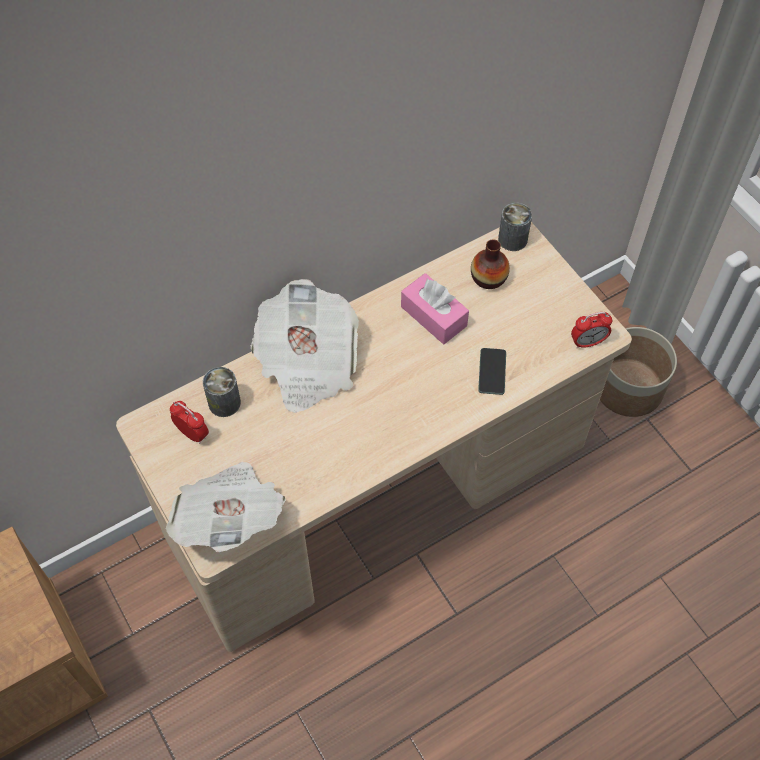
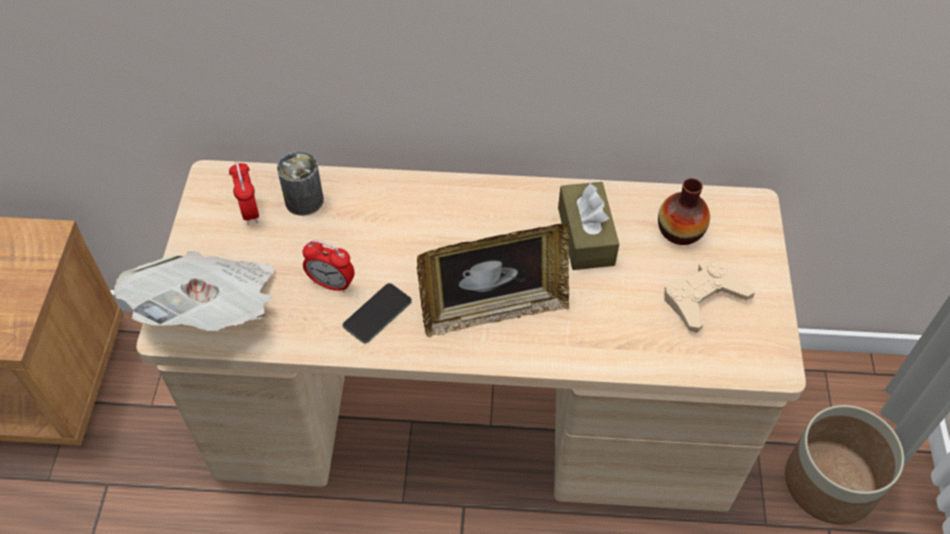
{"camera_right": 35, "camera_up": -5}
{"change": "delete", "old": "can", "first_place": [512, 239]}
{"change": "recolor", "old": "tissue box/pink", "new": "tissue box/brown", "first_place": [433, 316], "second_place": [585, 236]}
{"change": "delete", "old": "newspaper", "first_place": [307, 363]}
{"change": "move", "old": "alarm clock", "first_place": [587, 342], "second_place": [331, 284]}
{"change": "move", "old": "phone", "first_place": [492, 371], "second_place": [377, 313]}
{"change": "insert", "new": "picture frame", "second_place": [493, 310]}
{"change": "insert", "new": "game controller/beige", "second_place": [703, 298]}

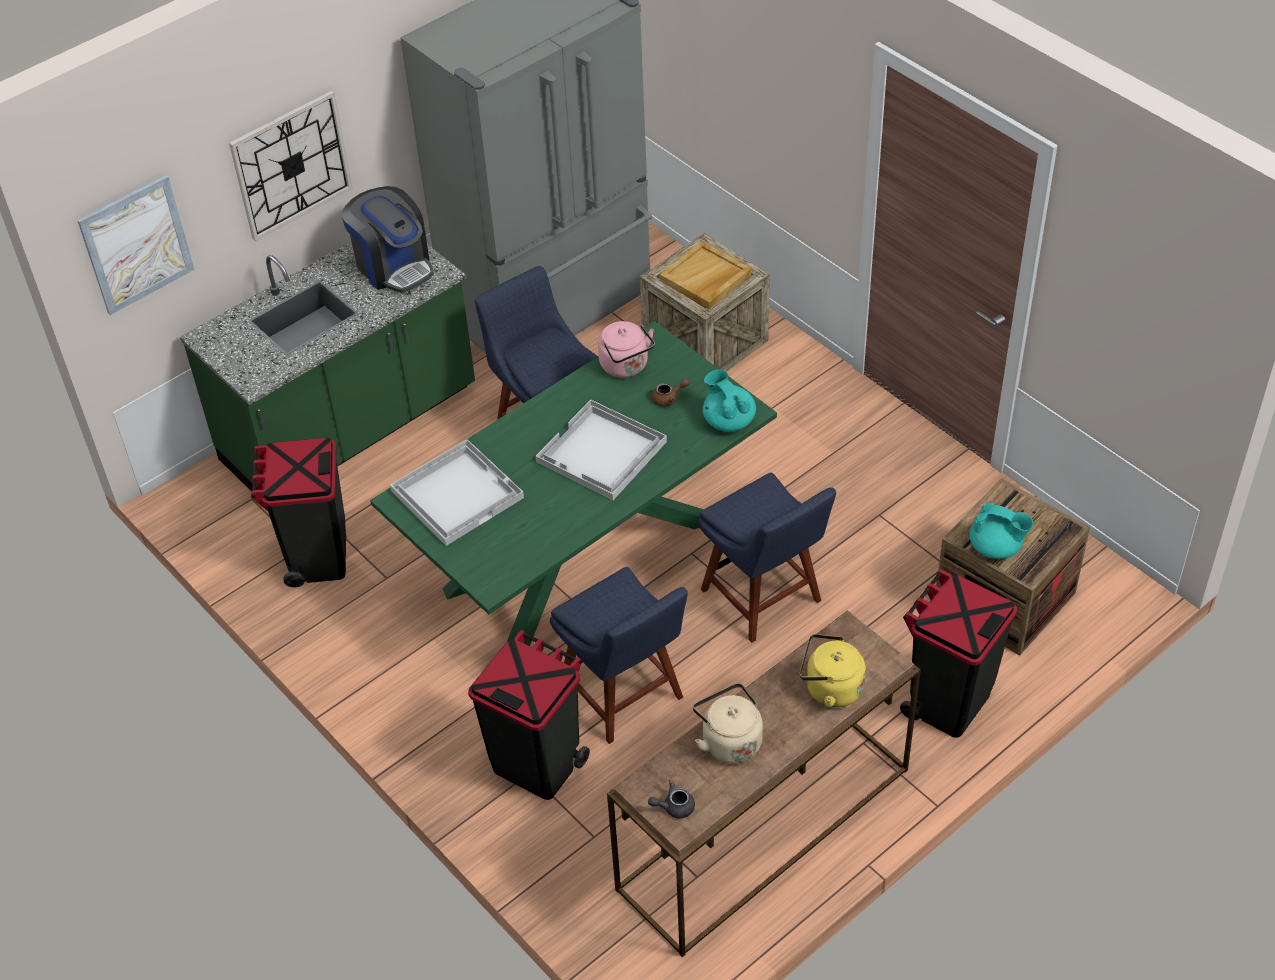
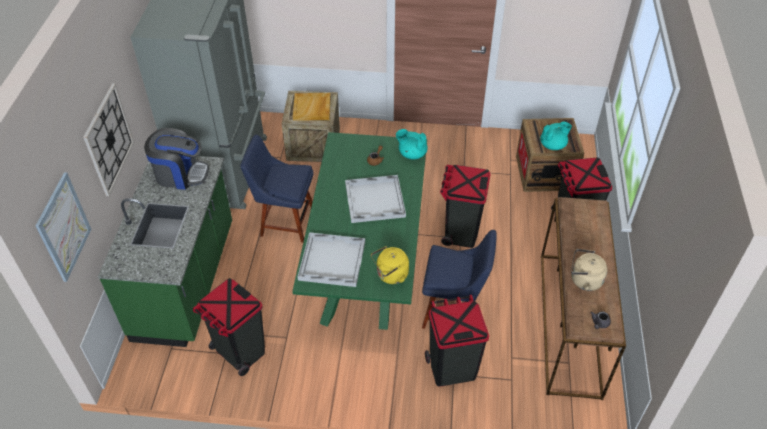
{"camera_right": -45, "camera_up": 0}
{"change": "delete", "old": "kettle/pink", "first_place": [626, 366]}
{"change": "replace", "old": "chair/blue", "new": "trash can/black", "first_place": [764, 599], "second_place": [460, 232]}
{"change": "move", "old": "kettle/yellow", "first_place": [830, 688], "second_place": [390, 275]}

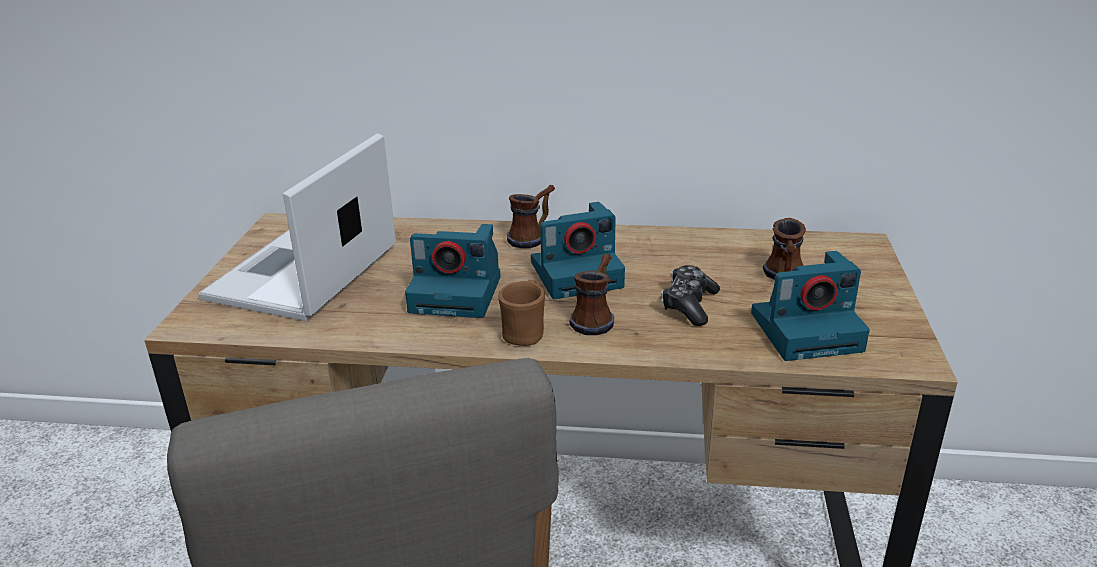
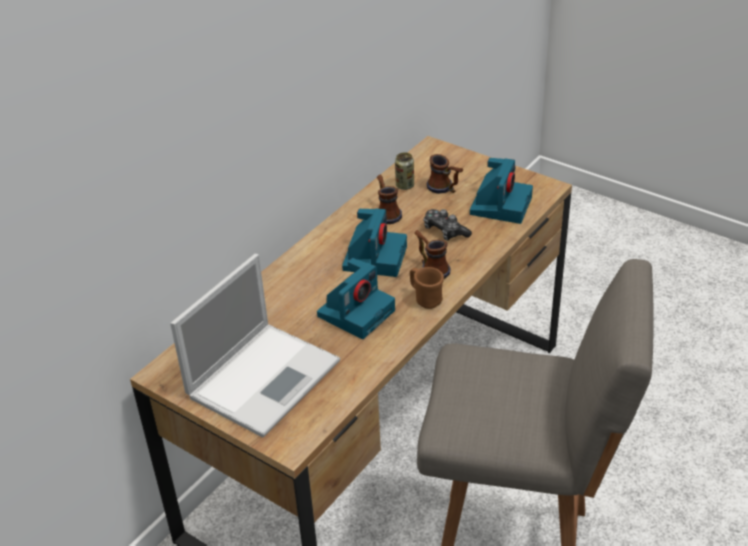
{"camera_right": -60, "camera_up": 10}
{"change": "rotate", "old": "laptop", "first_place": [302, 275], "second_place": [265, 377], "degrees": -105}
{"change": "move", "old": "mug", "first_place": [533, 237], "second_place": [386, 212]}
{"change": "insert", "new": "can", "second_place": [404, 185]}

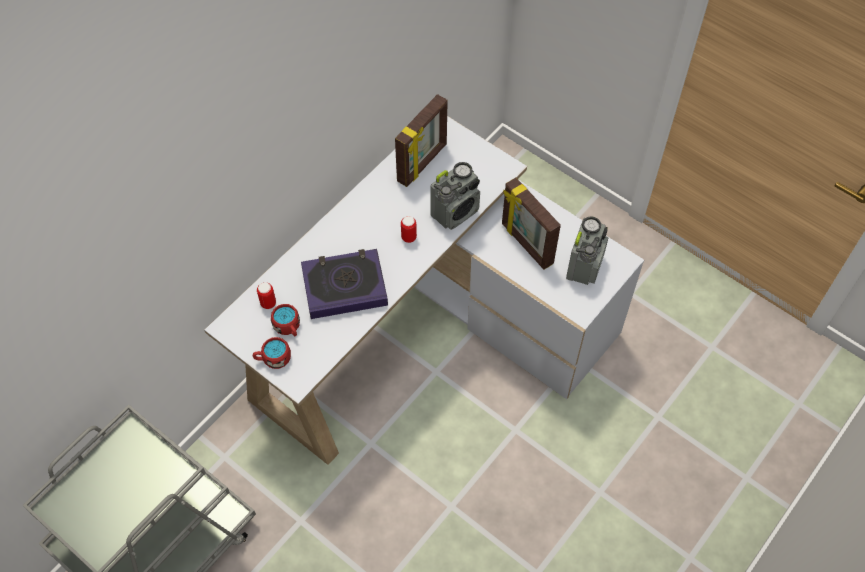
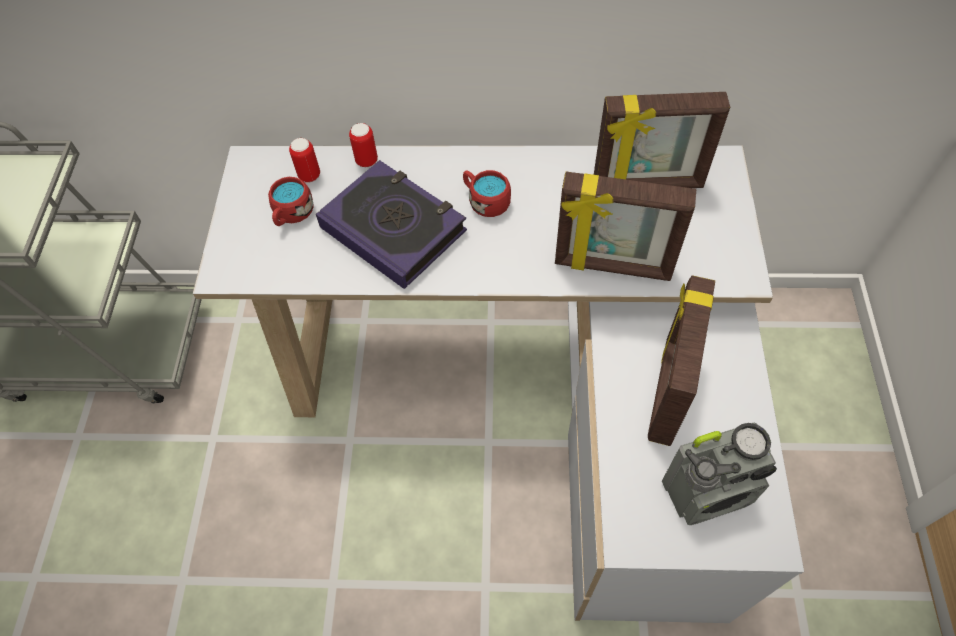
{"camera_right": 55, "camera_up": 0}
{"change": "replace", "old": "radio", "new": "picture frame", "first_place": [455, 212], "second_place": [612, 267]}
{"change": "move", "old": "can", "first_place": [409, 237], "second_place": [366, 161]}
{"change": "move", "old": "mug/red", "first_place": [273, 358], "second_place": [485, 201]}

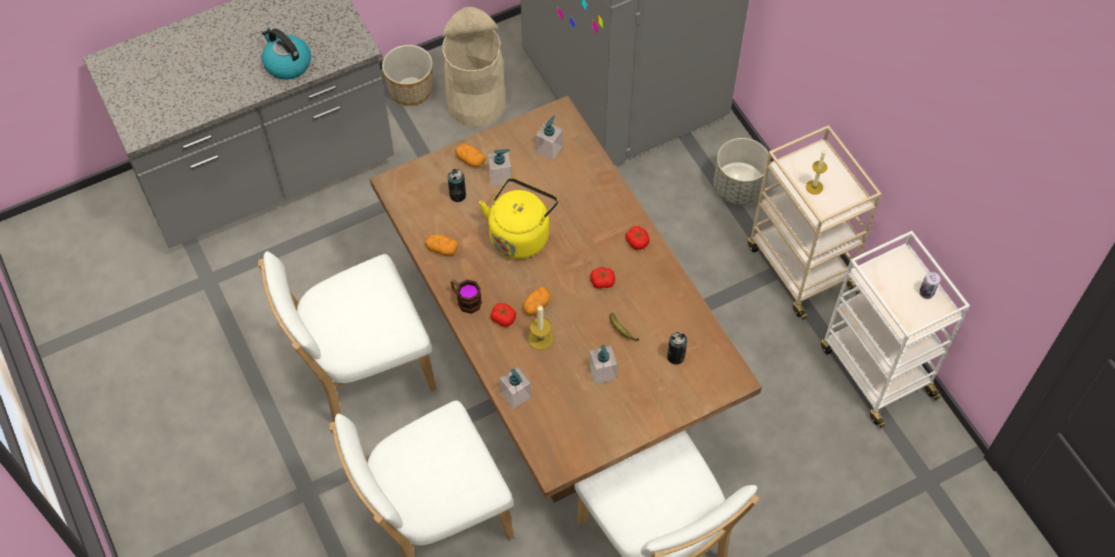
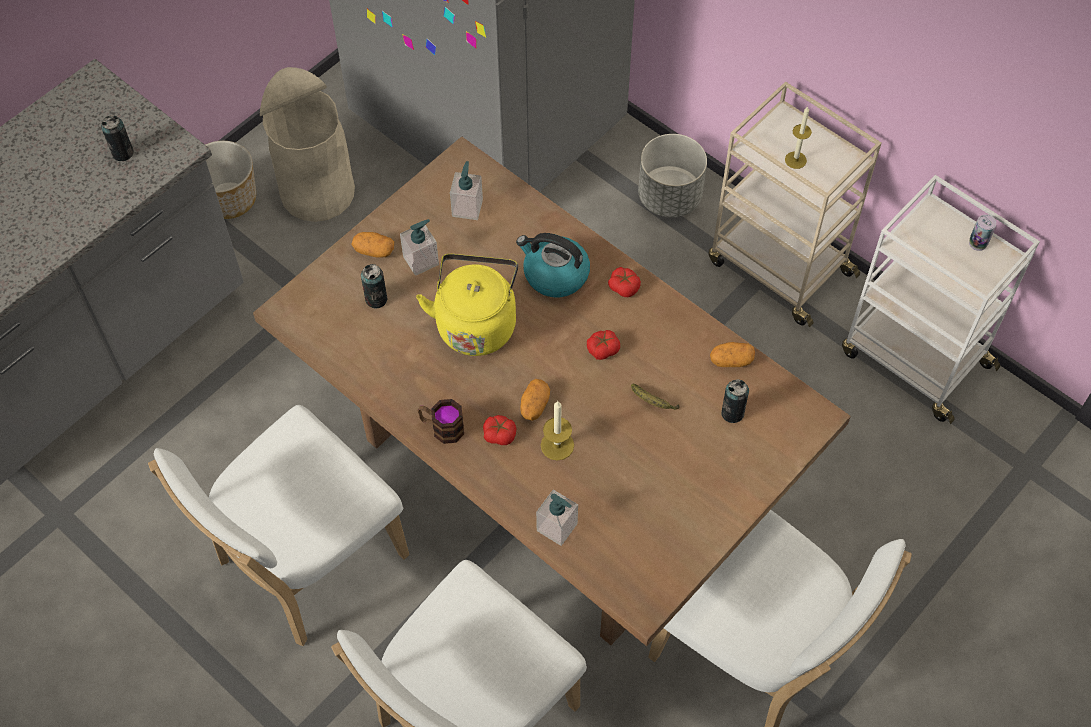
{"camera_right": -20, "camera_up": 0}
{"change": "move", "old": "kettle", "first_place": [287, 64], "second_place": [554, 275]}
{"change": "move", "old": "potato", "first_place": [442, 249], "second_place": [731, 360]}
{"change": "delete", "old": "soap dispenser", "first_place": [602, 372]}
{"change": "insert", "new": "can", "second_place": [123, 153]}

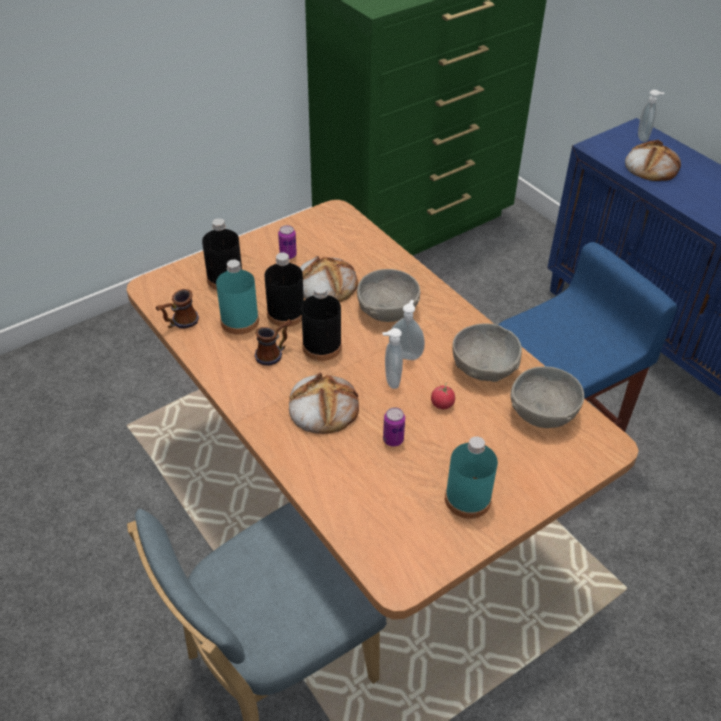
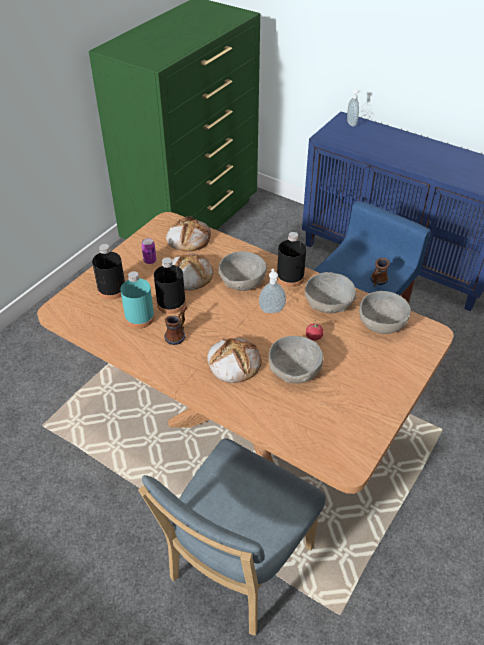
{"camera_right": -20, "camera_up": 0}
{"change": "move", "old": "bread", "first_place": [651, 166], "second_place": [188, 237]}
{"change": "move", "old": "bottle/black", "first_place": [322, 346], "second_place": [290, 277]}
{"change": "move", "old": "mug", "first_place": [179, 323], "second_place": [377, 282]}
{"change": "delete", "old": "soap dispenser", "first_place": [390, 380]}
{"change": "replace", "old": "can", "new": "bowl/grey", "first_place": [393, 440], "second_place": [294, 371]}
{"change": "delete", "old": "bottle/turquoise", "first_place": [467, 499]}

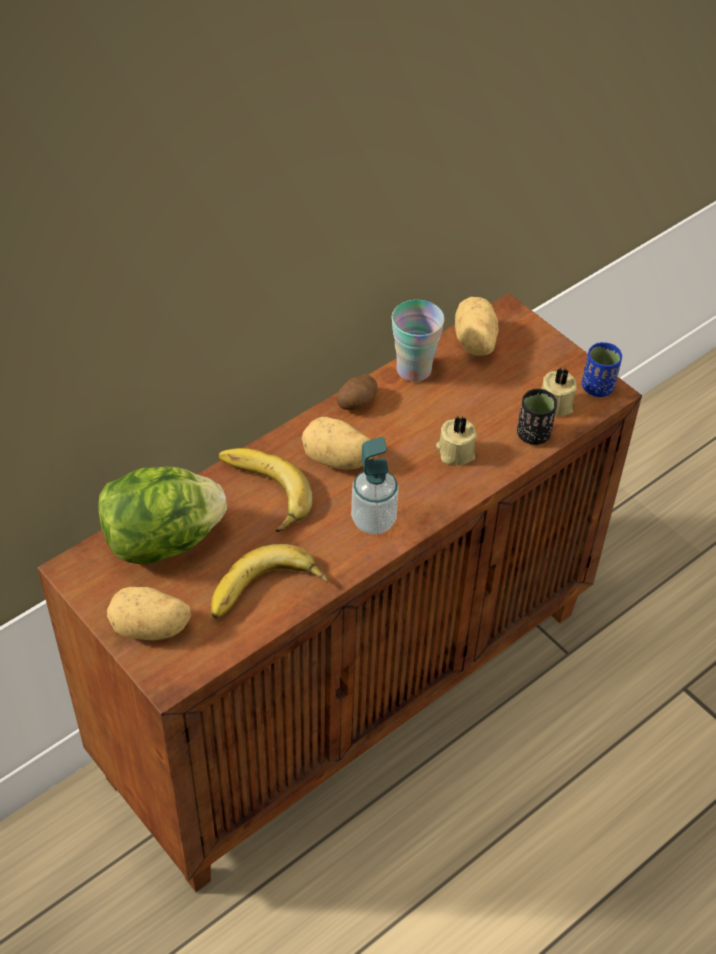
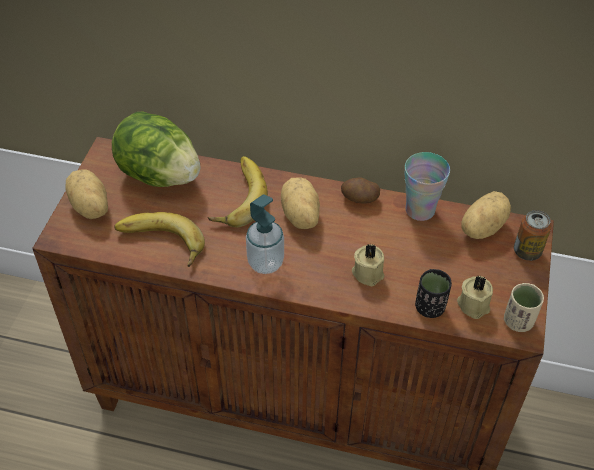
{"camera_right": 55, "camera_up": 0}
{"change": "recolor", "old": "cup/blue", "new": "cup/beige", "first_place": [597, 387], "second_place": [518, 321]}
{"change": "insert", "new": "can", "second_place": [527, 251]}

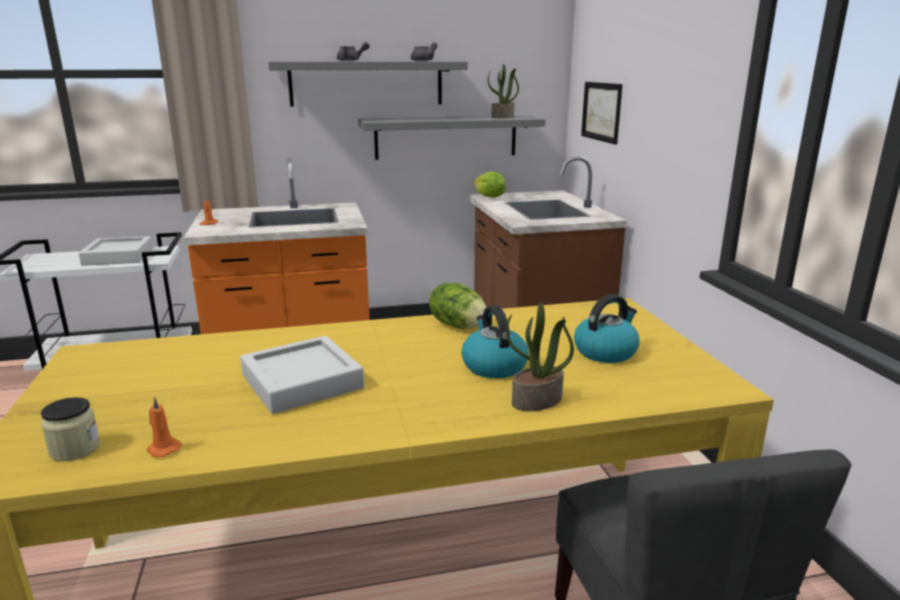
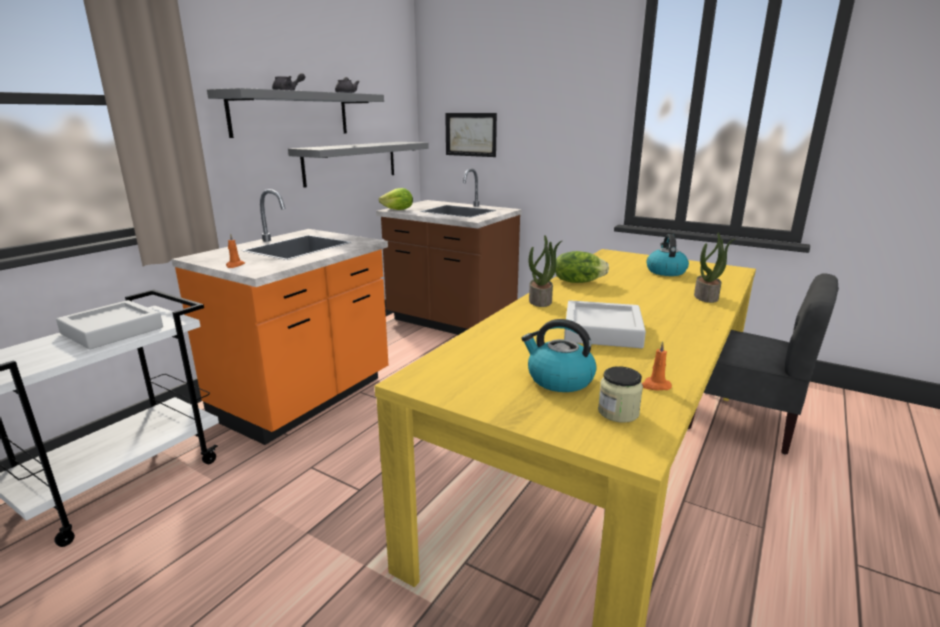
{"camera_right": -45, "camera_up": 0}
{"change": "move", "old": "potted plant", "first_place": [502, 117], "second_place": [541, 301]}
{"change": "move", "old": "kettle", "first_place": [493, 366], "second_place": [559, 379]}

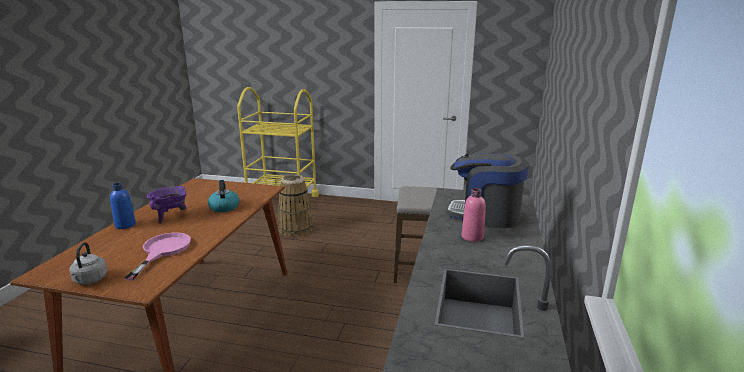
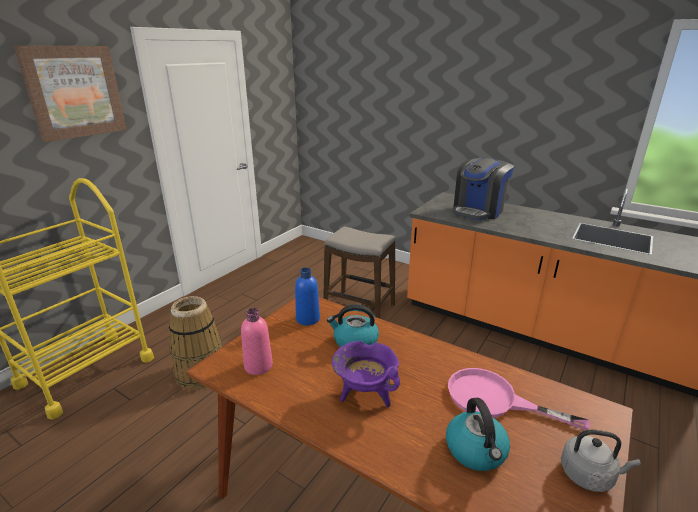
{"camera_right": -70, "camera_up": 5}
{"change": "move", "old": "bottle/blue", "first_place": [125, 225], "second_place": [308, 319]}
{"change": "move", "old": "bottle/pink", "first_place": [472, 237], "second_place": [258, 366]}
{"change": "insert", "new": "picture", "second_place": [74, 92]}
{"change": "insert", "new": "kettle", "second_place": [476, 451]}

